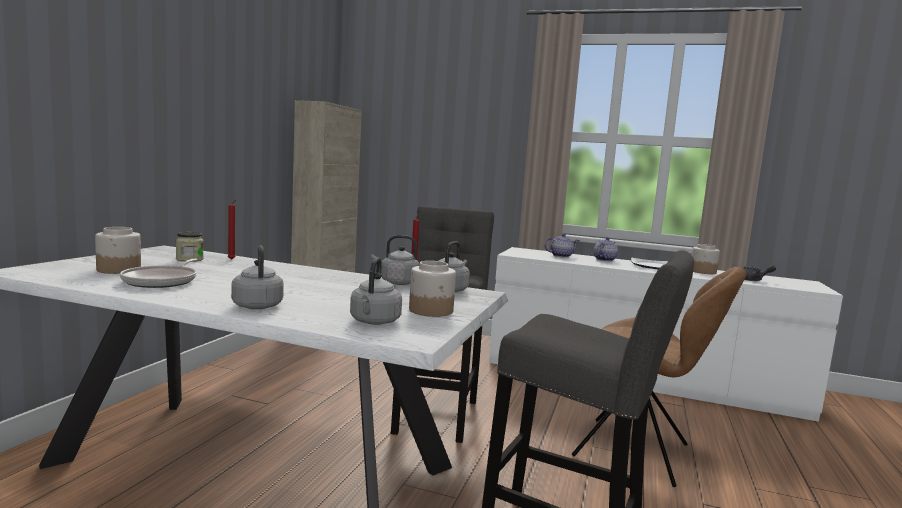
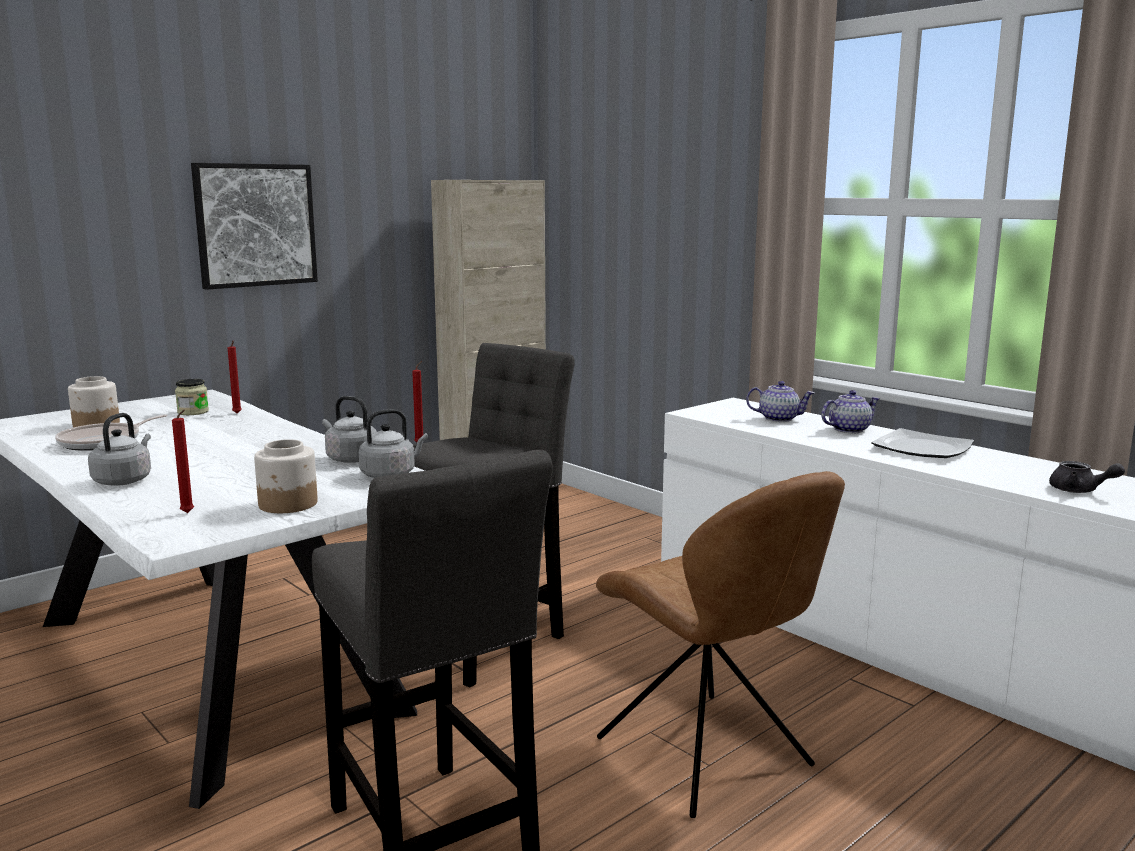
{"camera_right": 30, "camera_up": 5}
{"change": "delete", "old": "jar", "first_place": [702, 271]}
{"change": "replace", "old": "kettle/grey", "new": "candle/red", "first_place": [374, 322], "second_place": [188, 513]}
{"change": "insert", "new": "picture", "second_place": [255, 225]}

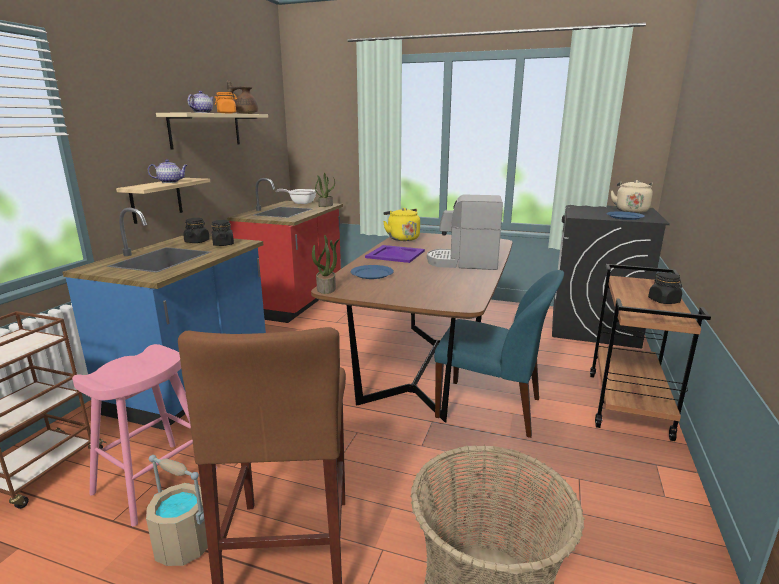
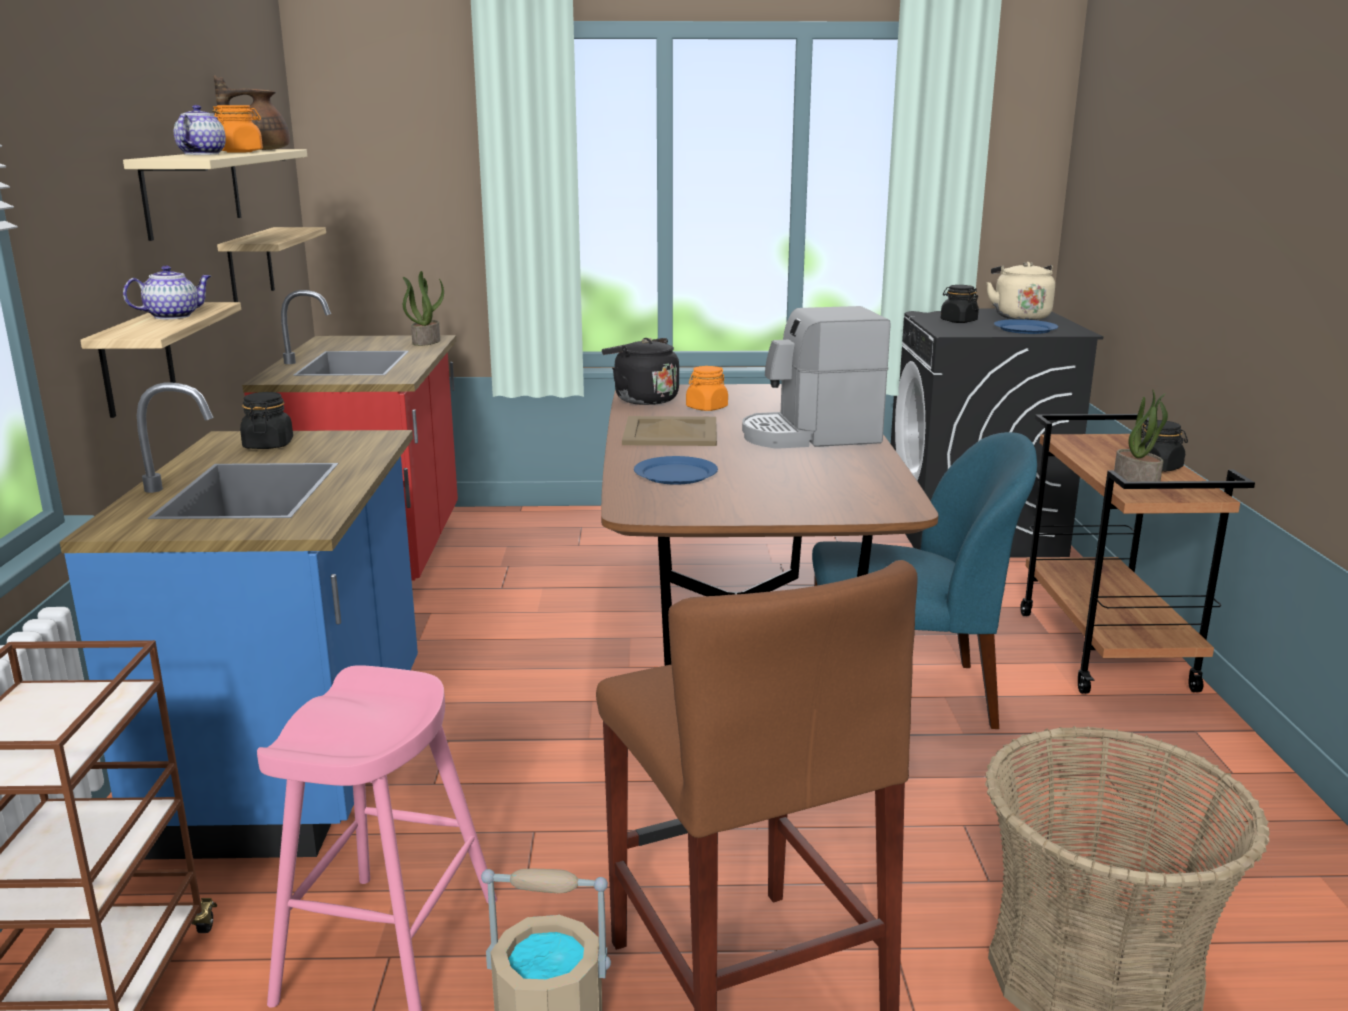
{"camera_right": -20, "camera_up": 0}
{"change": "delete", "old": "frying pan", "first_place": [300, 203]}
{"change": "recolor", "old": "kettle/yellow", "new": "kettle/black", "first_place": [402, 238], "second_place": [642, 399]}
{"change": "move", "old": "jar/black", "first_place": [223, 244], "second_place": [958, 321]}
{"change": "move", "old": "potted plant", "first_place": [326, 289], "second_place": [1137, 479]}
{"change": "recolor", "old": "tray/purple", "new": "tray/beige", "first_place": [395, 254], "second_place": [671, 433]}
{"change": "insert", "new": "shelf", "second_place": [250, 267]}
{"change": "insert", "new": "jar/orange", "second_place": [706, 408]}

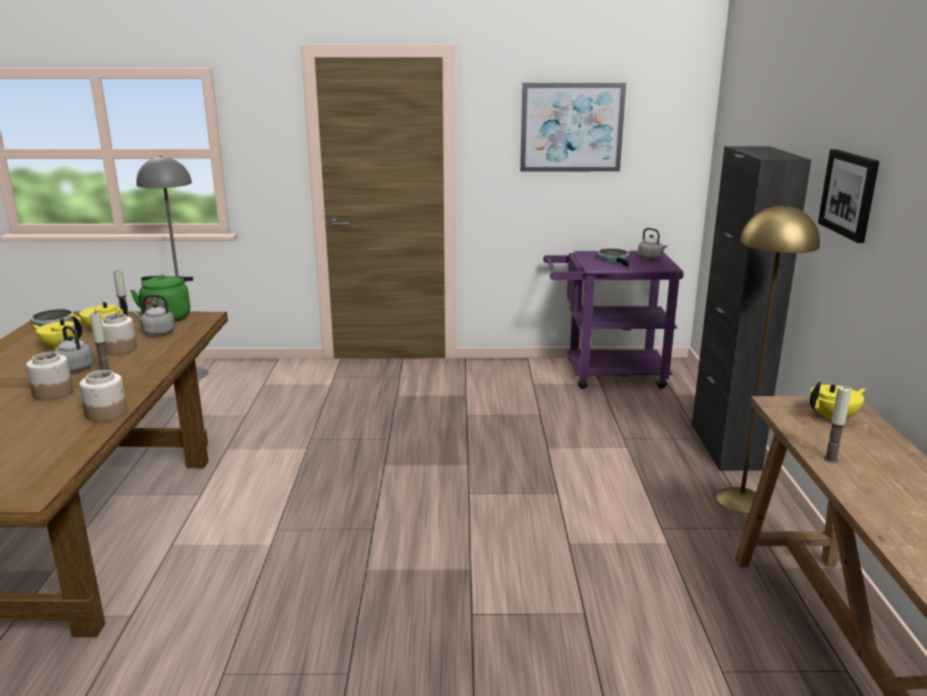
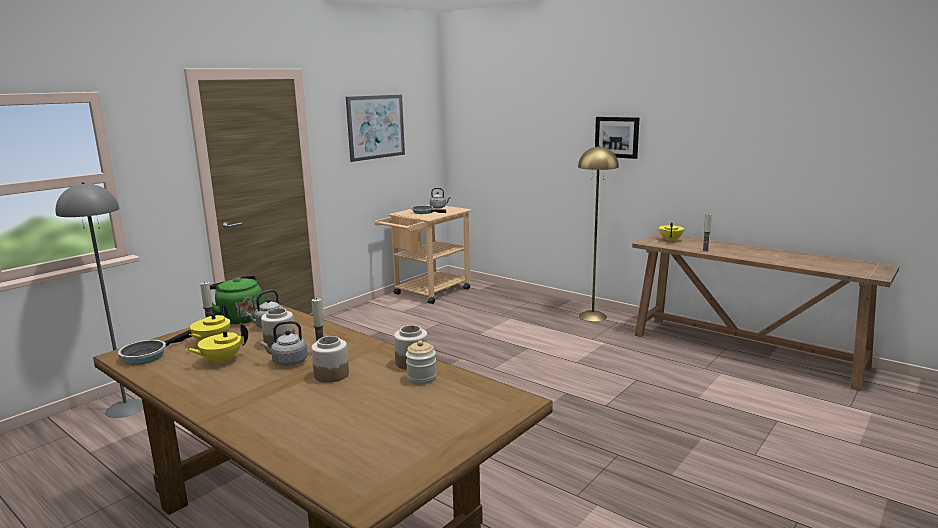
{"camera_right": -50, "camera_up": -5}
{"change": "delete", "old": "cabinet/black", "first_place": [725, 447]}
{"change": "recolor", "old": "cart/purple", "new": "cart/beige", "first_place": [605, 374], "second_place": [427, 293]}
{"change": "insert", "new": "jar", "second_place": [421, 378]}

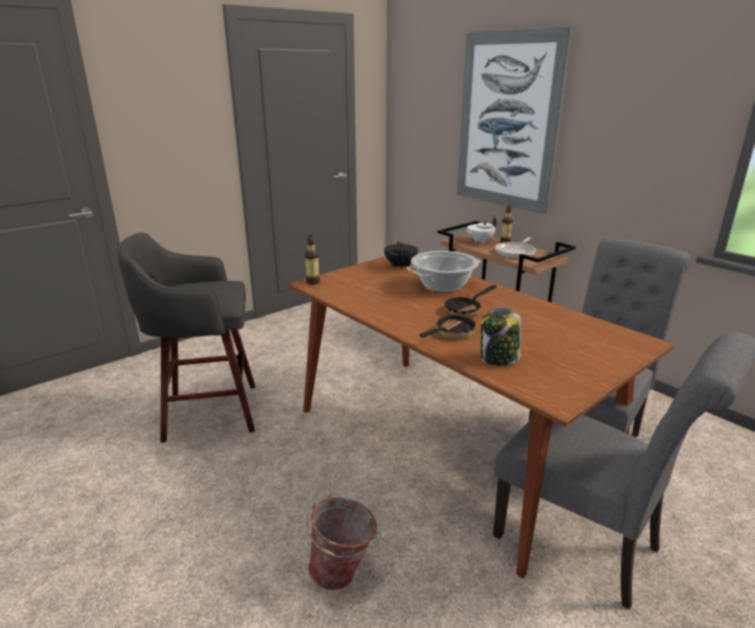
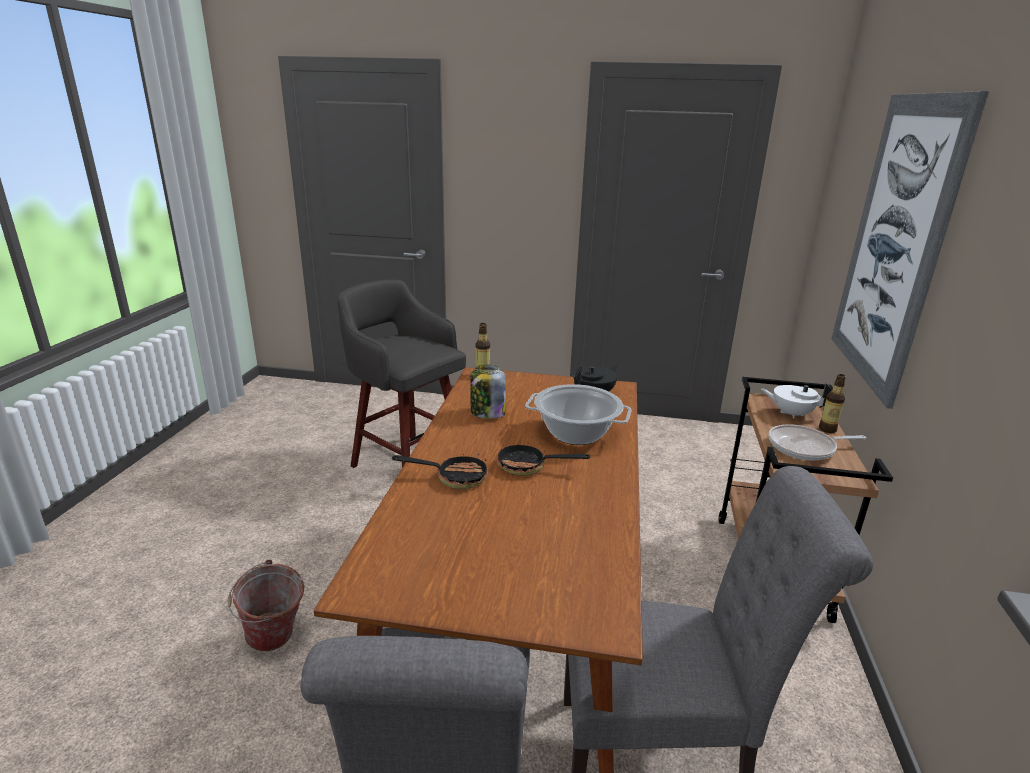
{"camera_right": 50, "camera_up": 0}
{"change": "move", "old": "jar", "first_place": [499, 359], "second_place": [487, 413]}

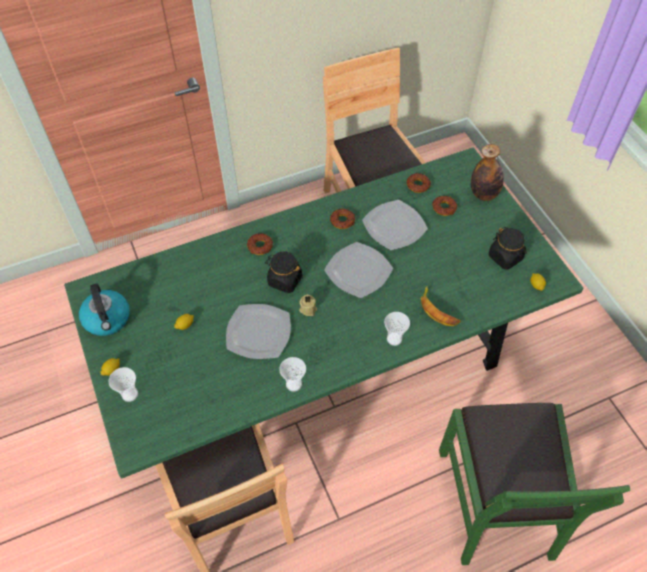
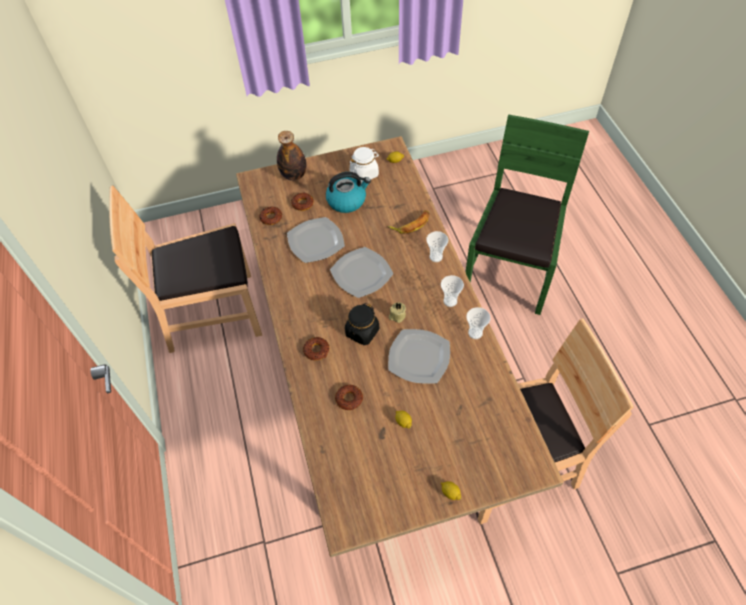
{"camera_right": -80, "camera_up": 0}
{"change": "recolor", "old": "dining table/green", "new": "dining table/brown", "first_place": [323, 363], "second_place": [377, 374]}
{"change": "move", "old": "donut", "first_place": [342, 221], "second_place": [349, 399]}
{"change": "recolor", "old": "jar/black", "new": "jar/white", "first_place": [505, 257], "second_place": [364, 174]}
{"change": "move", "old": "kettle", "first_place": [108, 319], "second_place": [347, 200]}
{"change": "move", "old": "cup", "first_place": [130, 394], "second_place": [450, 301]}
{"change": "rotate", "old": "chair/green", "first_place": [496, 501], "second_place": [510, 270], "degrees": -75}

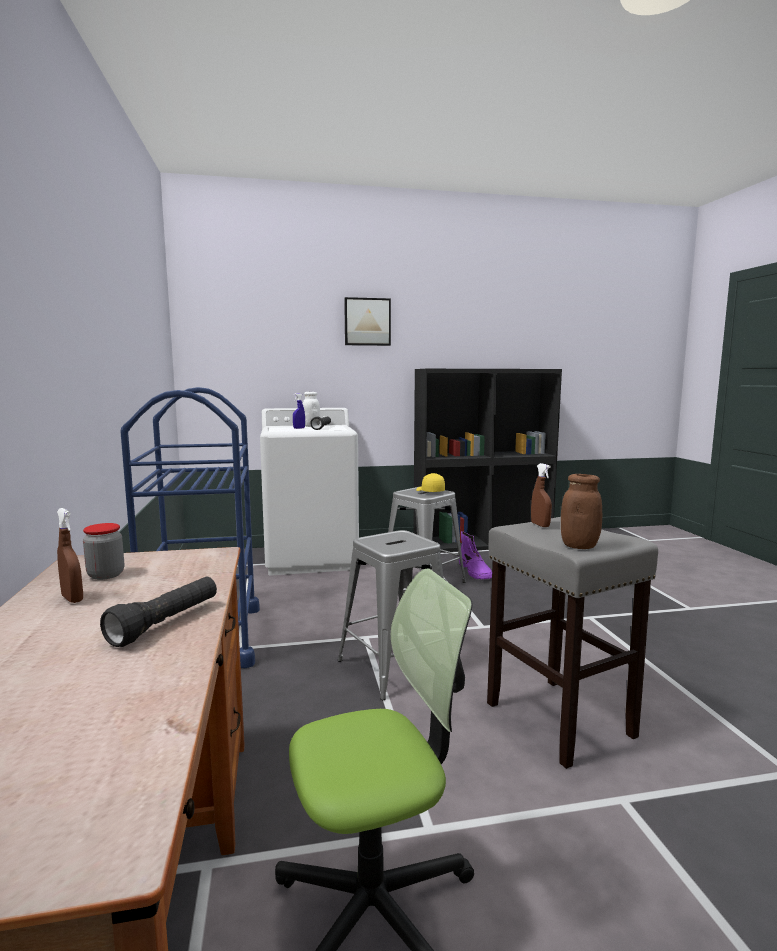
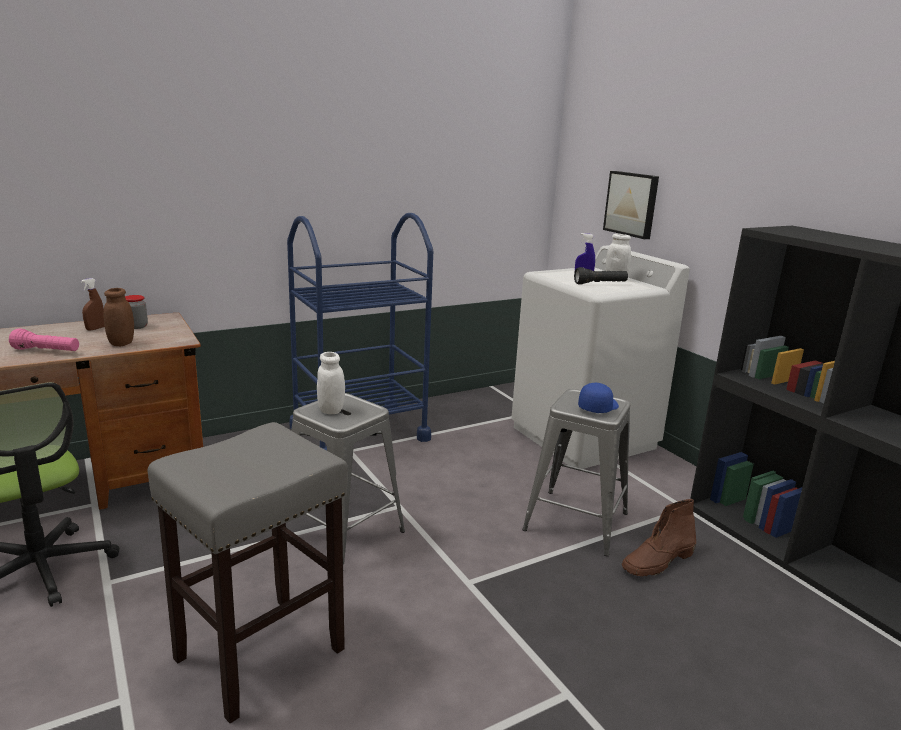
{"camera_right": 70, "camera_up": 10}
{"change": "move", "old": "picture", "first_place": [367, 322], "second_place": [632, 204]}
{"change": "delete", "old": "spray bottle/brown", "first_place": [540, 525]}
{"change": "recolor", "old": "cap/yellow", "new": "cap/blue", "first_place": [429, 491], "second_place": [597, 407]}
{"change": "move", "old": "jar/brown", "first_place": [579, 546], "second_place": [122, 343]}
{"change": "recolor", "old": "boot/purple", "new": "boot/brown", "first_place": [475, 572], "second_place": [657, 561]}
{"change": "recolor", "old": "flashlight/black", "new": "flashlight/pink", "first_place": [166, 623], "second_place": [47, 351]}
{"change": "insert", "new": "jar/white", "second_place": [331, 410]}

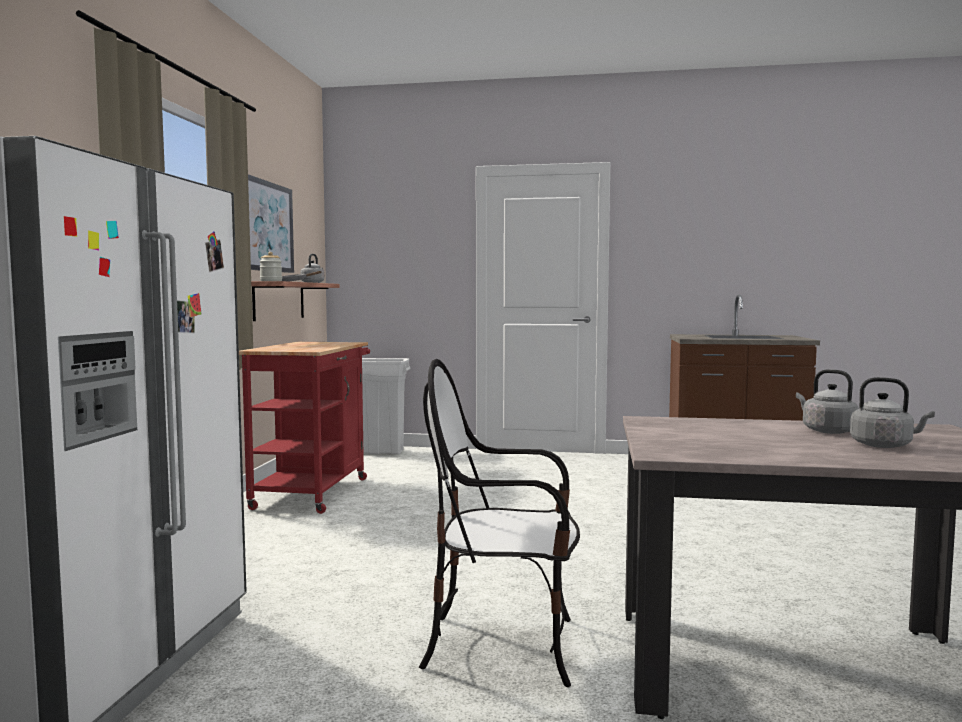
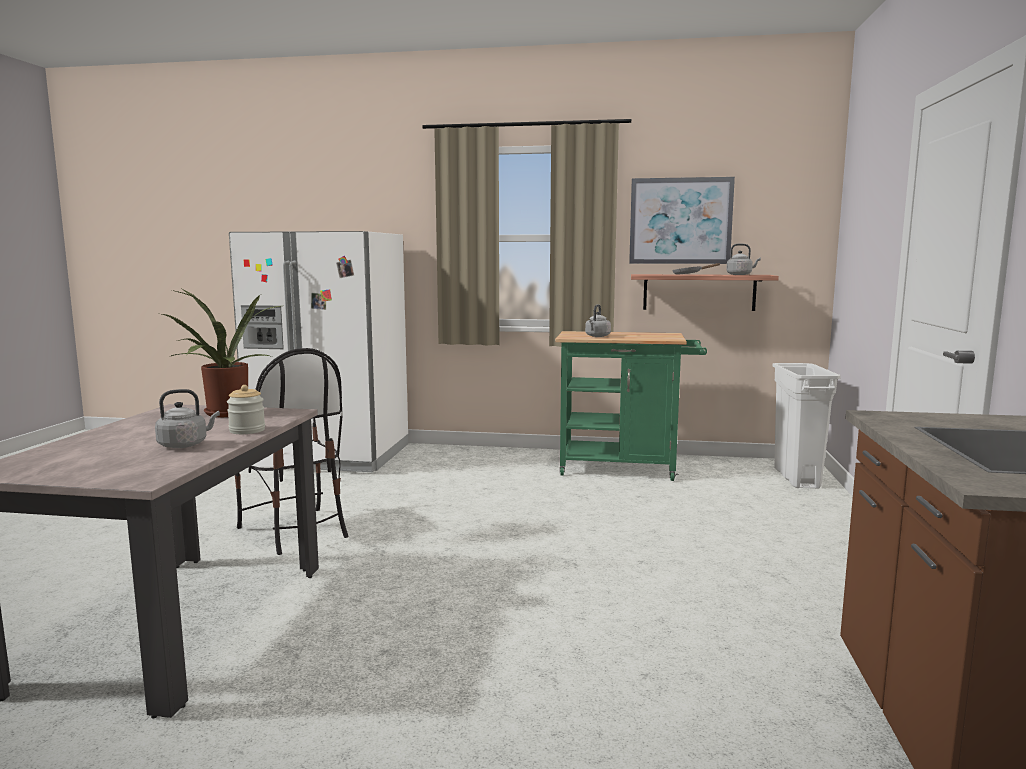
{"camera_right": 90, "camera_up": 5}
{"change": "move", "old": "jar", "first_place": [271, 281], "second_place": [247, 430]}
{"change": "recolor", "old": "cart/red", "new": "cart/green", "first_place": [314, 491], "second_place": [626, 468]}
{"change": "rotate", "old": "chair", "first_place": [503, 645], "second_place": [294, 531], "degrees": 135}
{"change": "move", "old": "kettle/grey", "first_place": [884, 445], "second_place": [597, 336]}
{"change": "insert", "new": "potted plant", "second_place": [226, 414]}

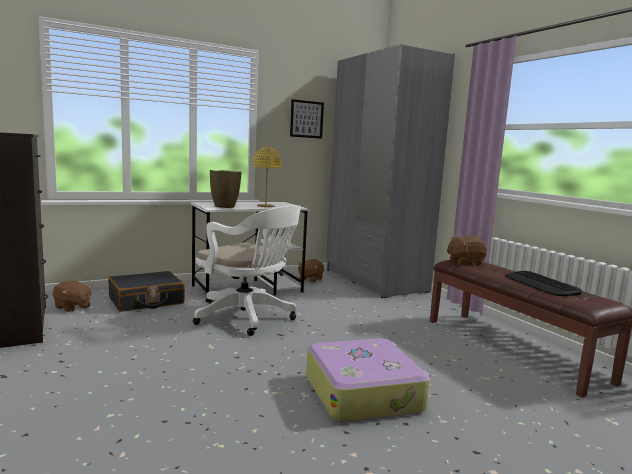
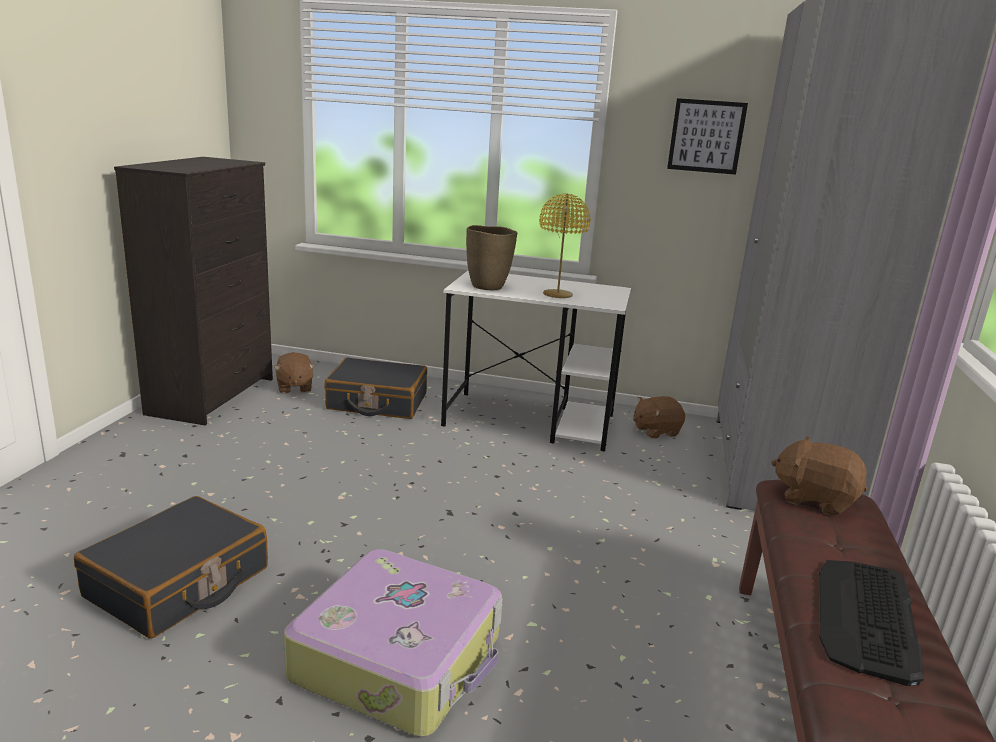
{"camera_right": 40, "camera_up": 10}
{"change": "delete", "old": "office chair/white", "first_place": [248, 318]}
{"change": "insert", "new": "suitcase/black", "second_place": [178, 583]}

